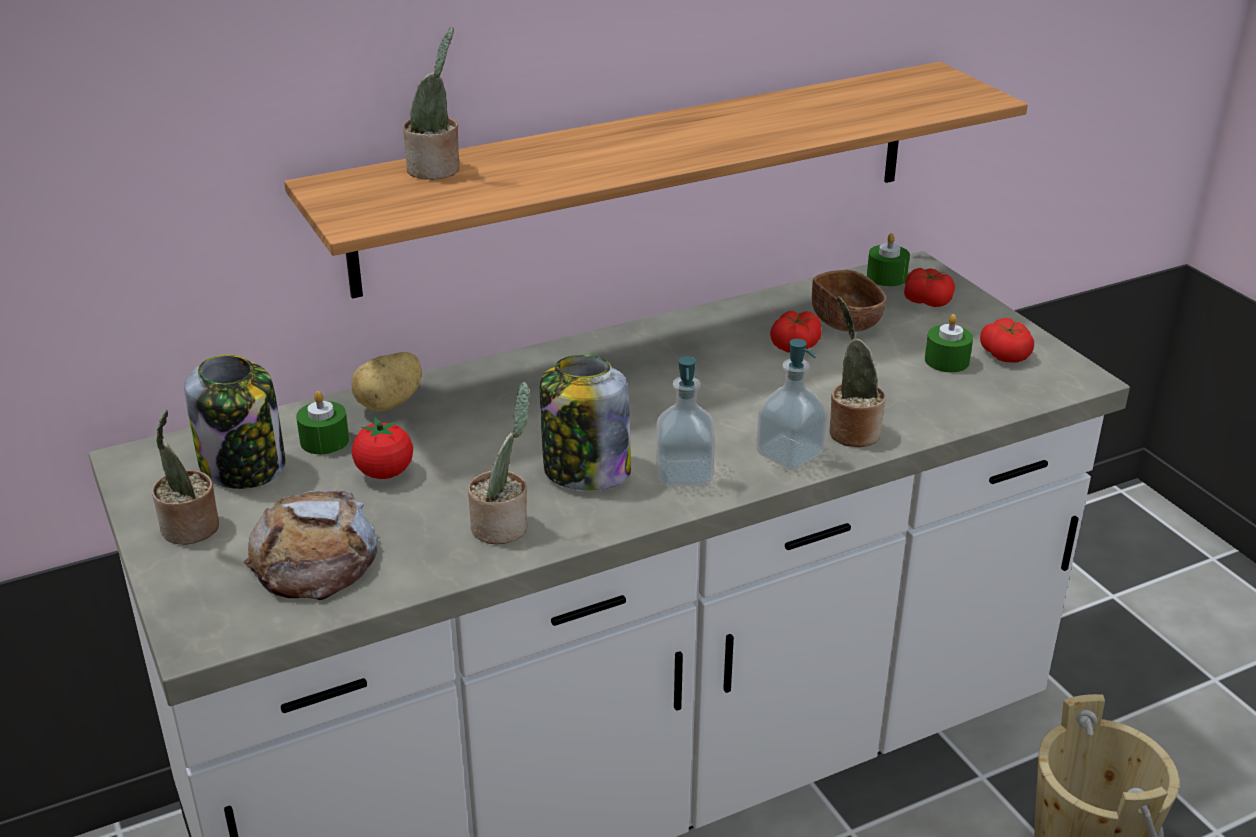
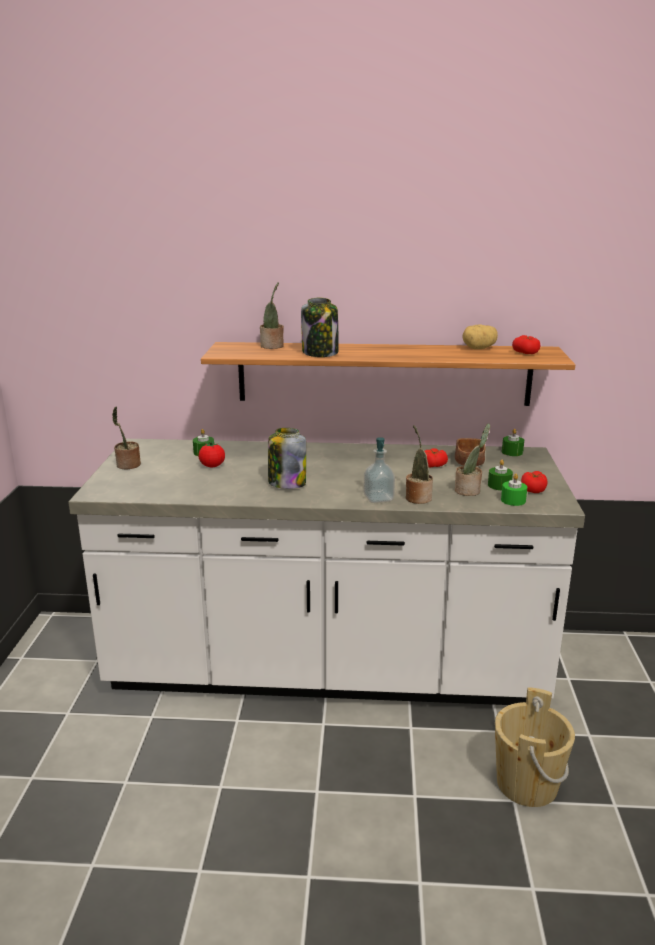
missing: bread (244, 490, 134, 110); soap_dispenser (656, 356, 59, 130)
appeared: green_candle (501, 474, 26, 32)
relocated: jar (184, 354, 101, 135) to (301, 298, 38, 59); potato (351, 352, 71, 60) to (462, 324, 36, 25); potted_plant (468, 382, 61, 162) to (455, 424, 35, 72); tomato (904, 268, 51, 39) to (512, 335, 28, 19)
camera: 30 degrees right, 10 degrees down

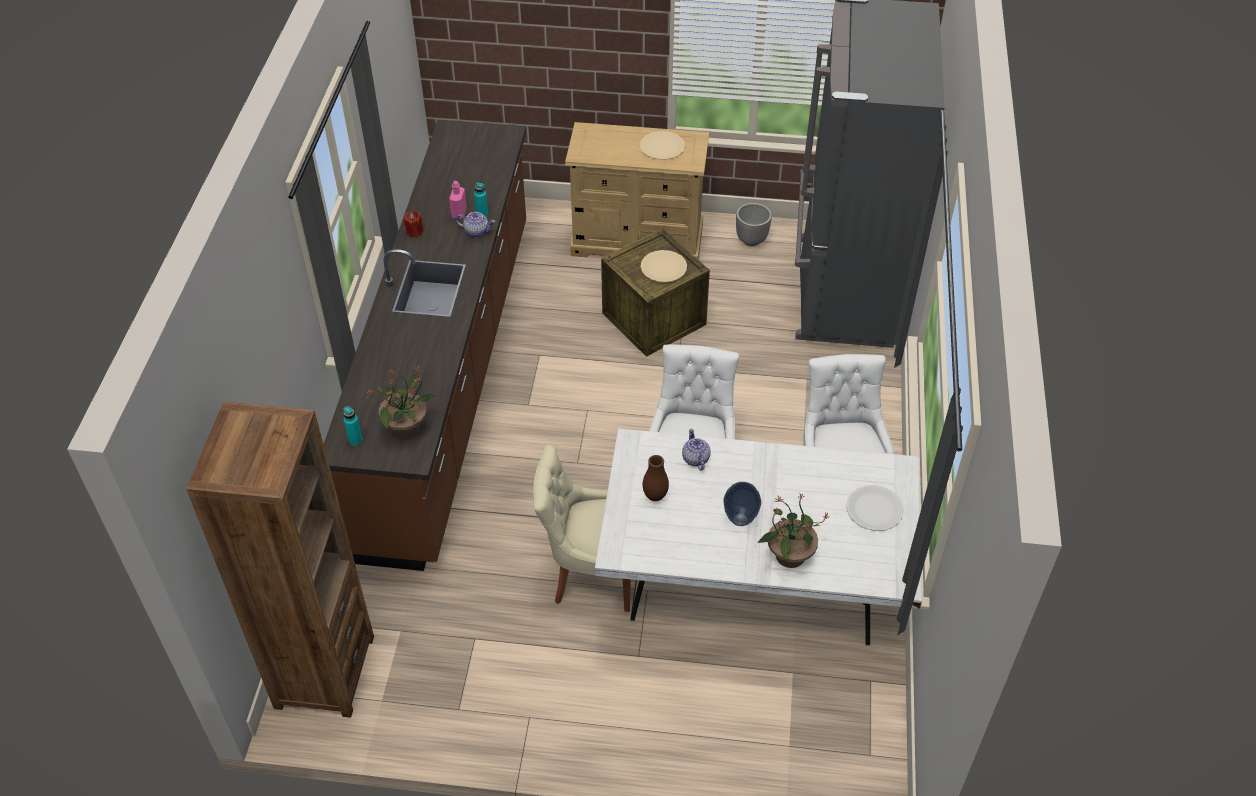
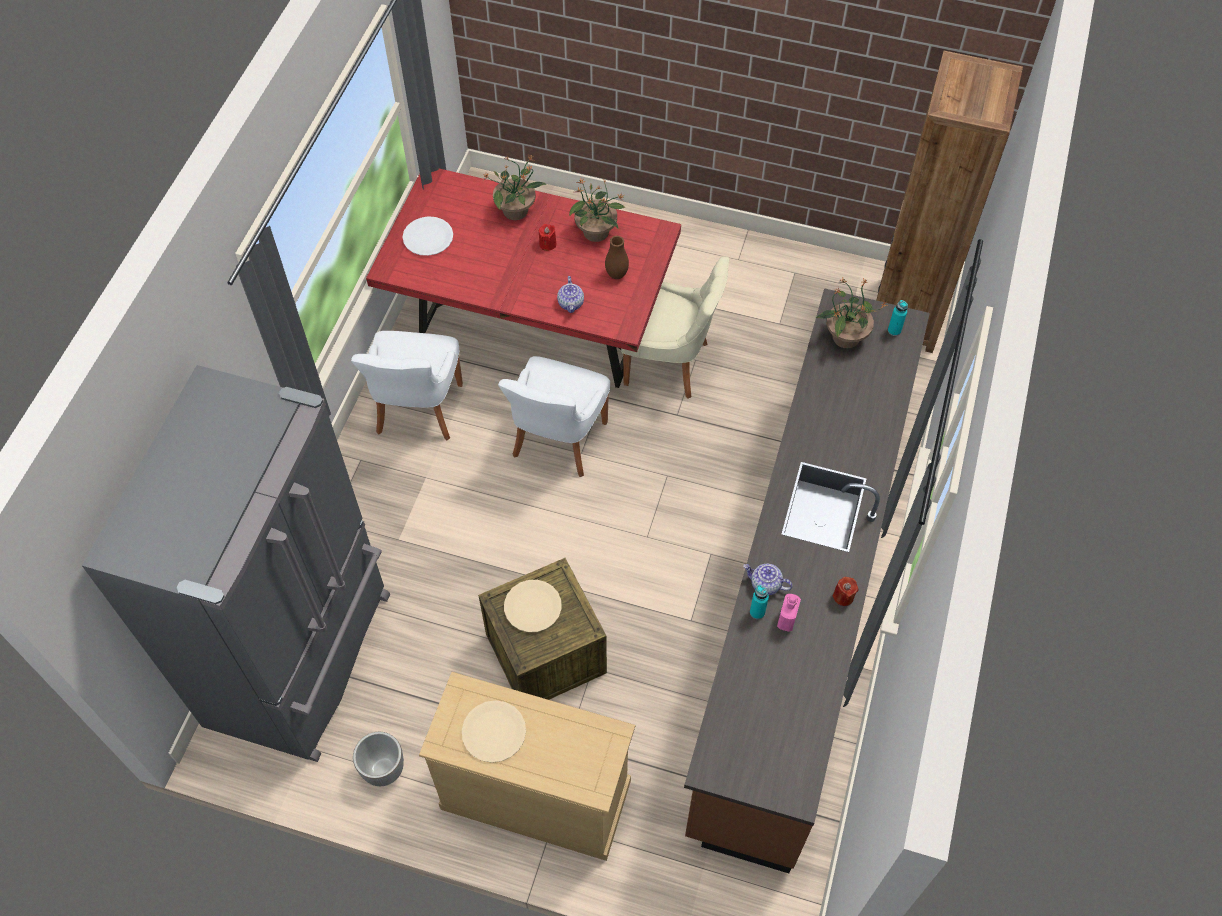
appeared: potted_plant (569, 179, 56, 63)
exchanged: vase (723, 482, 38, 44) to red_candle (539, 224, 17, 27)
colour: white_dining_table (595, 428, 327, 217) to red_dining_table (366, 169, 315, 219)
camera: 170 degrees left, 10 degrees up

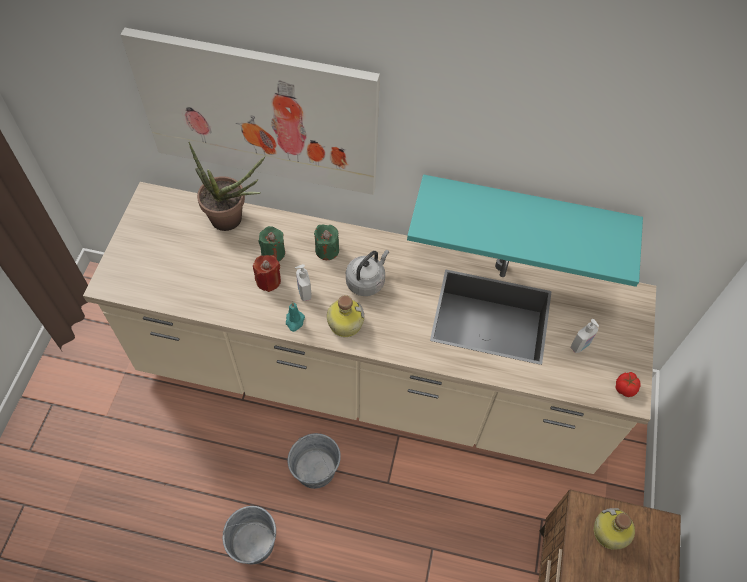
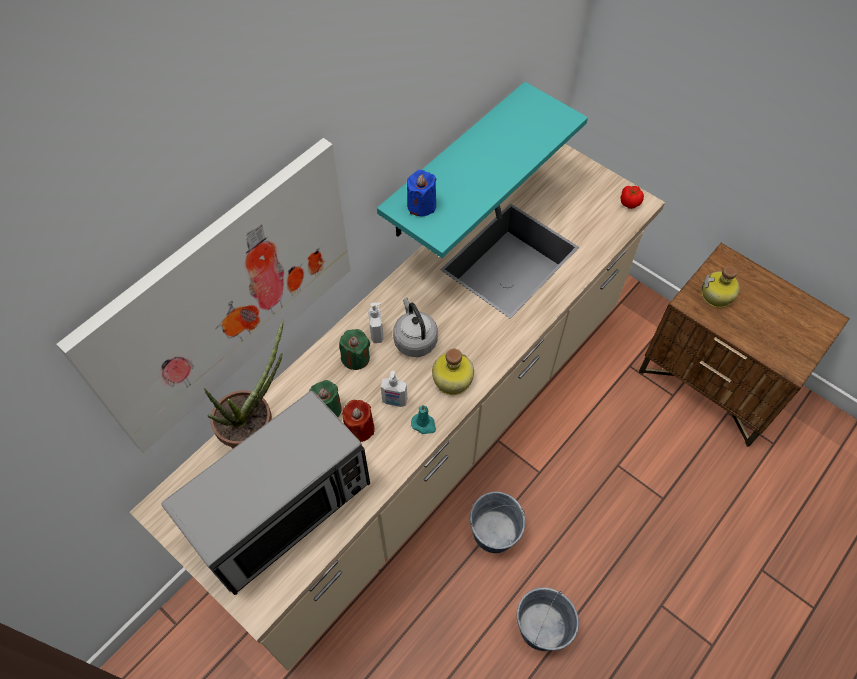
appeared: microwave (161, 391, 209, 204); blue_candle (407, 170, 29, 46)
relocated: soap_dispenser (570, 319, 29, 34) to (368, 303, 16, 40)
camera: 60 degrees left, 0 degrees up

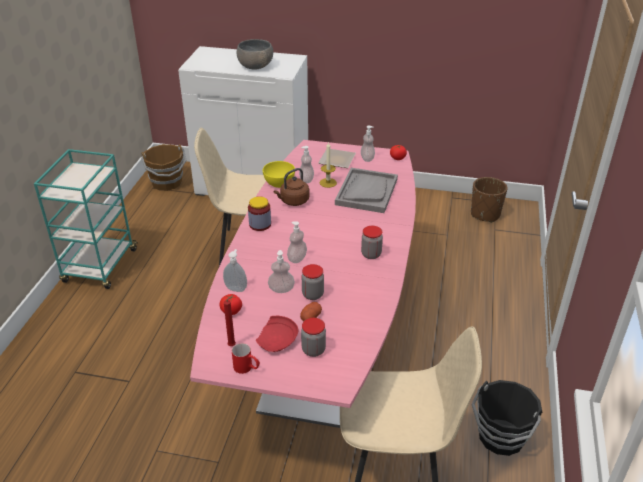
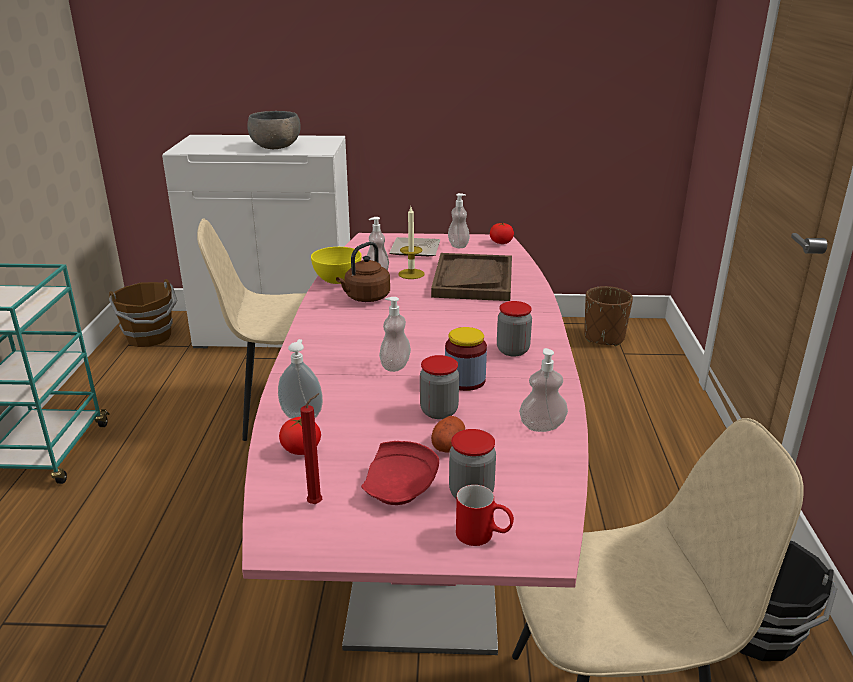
relocated: red_mug (232, 343, 28, 31) to (456, 485, 58, 61); jar (248, 196, 23, 35) to (445, 327, 42, 64); soap_dispenser (268, 250, 27, 43) to (519, 348, 49, 84)
colour: grey_tray (335, 168, 63, 45) to brown_tray (431, 253, 81, 48)
camera: 10 degrees left, 10 degrees down

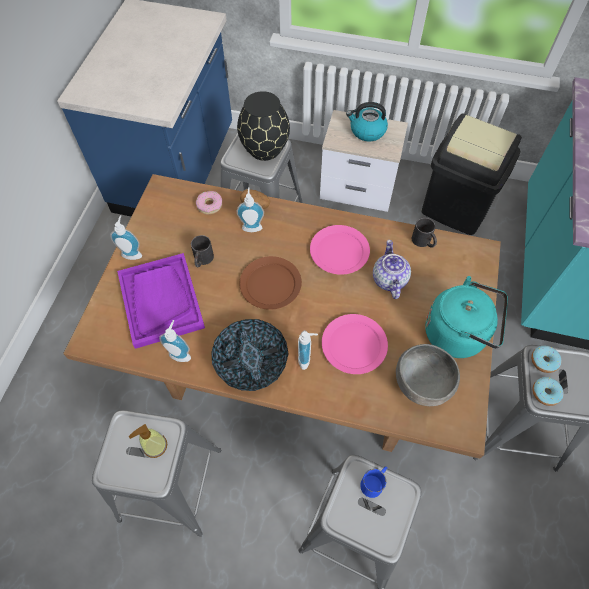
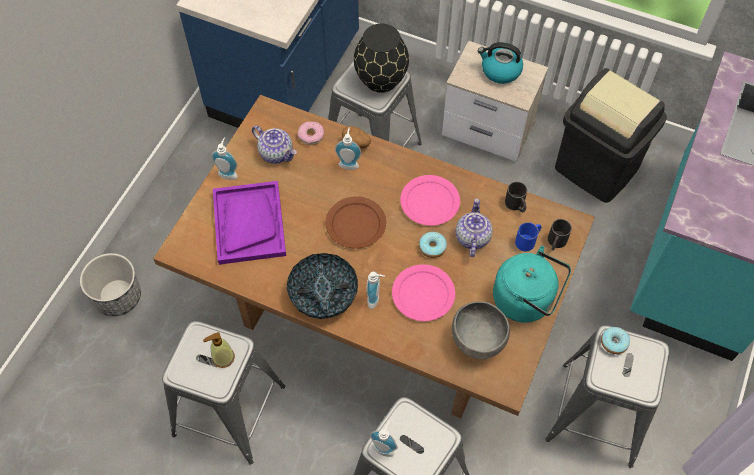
appeared: planter (80, 253, 61, 63); teapot (252, 125, 45, 39)
relocated: soap_dispenser (159, 320, 32, 42) to (370, 421, 28, 36); black_mug (191, 235, 23, 32) to (548, 219, 24, 31); blue_mug (360, 466, 27, 32) to (515, 222, 26, 29); donut (532, 377, 32, 29) to (419, 232, 28, 26)
camera: 10 degrees right, 0 degrees up

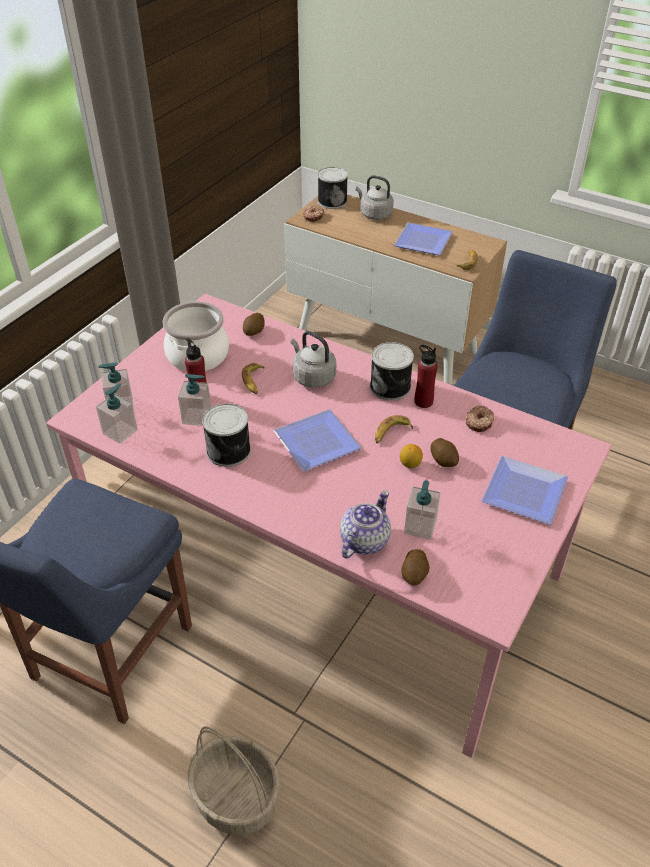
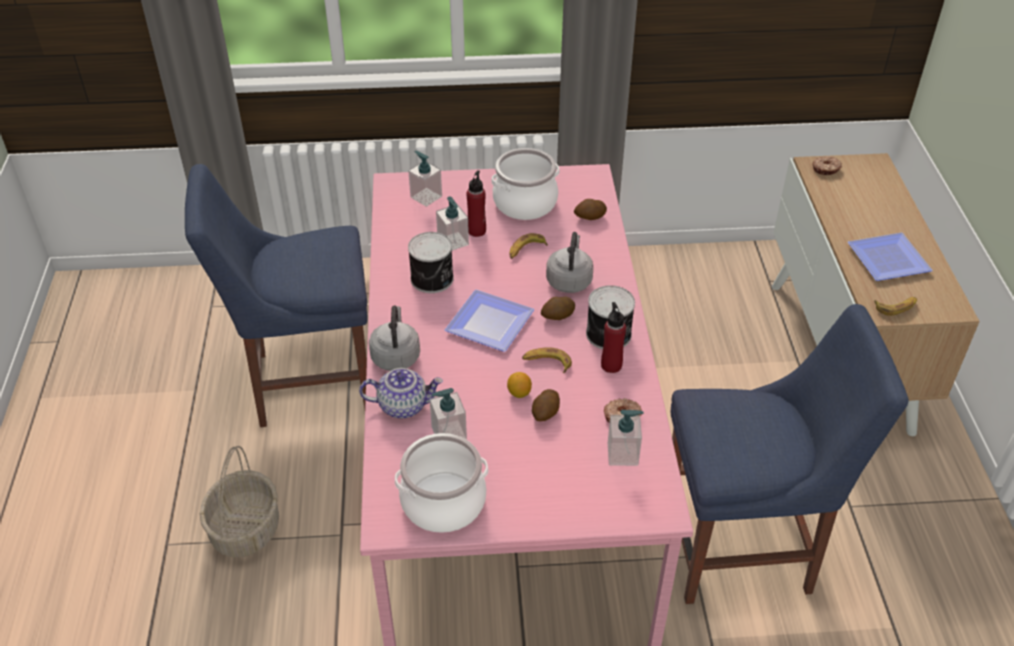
missing: can (318, 167, 30, 42); plate (482, 456, 86, 68)
appeared: cooking_pot (395, 433, 93, 100)
relocated: soap_dispenser (96, 384, 42, 60) to (608, 410, 36, 56); grey_kettle (356, 175, 38, 45) to (369, 305, 51, 66); potato (401, 549, 29, 37) to (541, 297, 34, 23)
camera: 55 degrees right, 0 degrees up

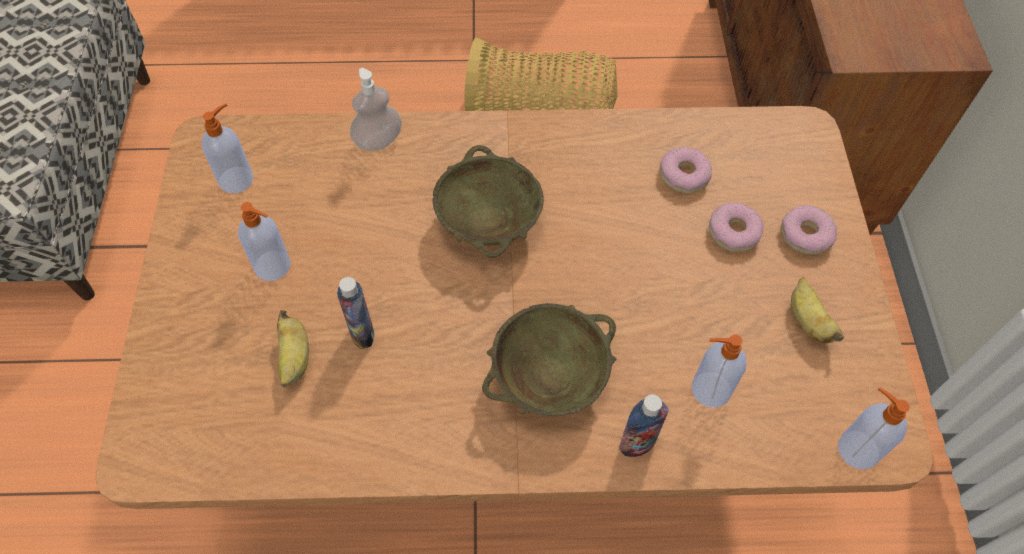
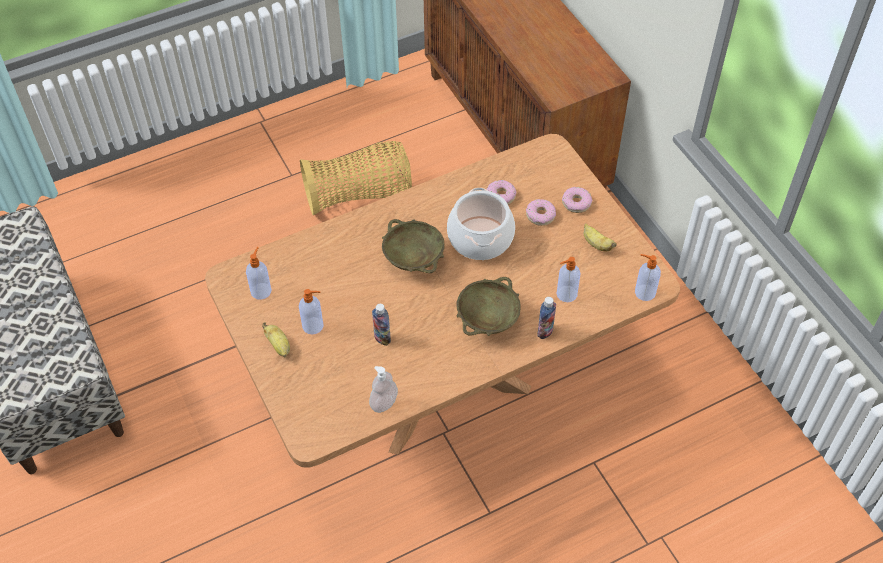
appeared: cooking_pot (447, 188, 68, 72)
relocated: banana (277, 310, 32, 77) to (262, 322, 28, 35); soap_dispenser (350, 68, 52, 83) to (369, 366, 29, 47)
camera: 25 degrees left, 5 degrees down

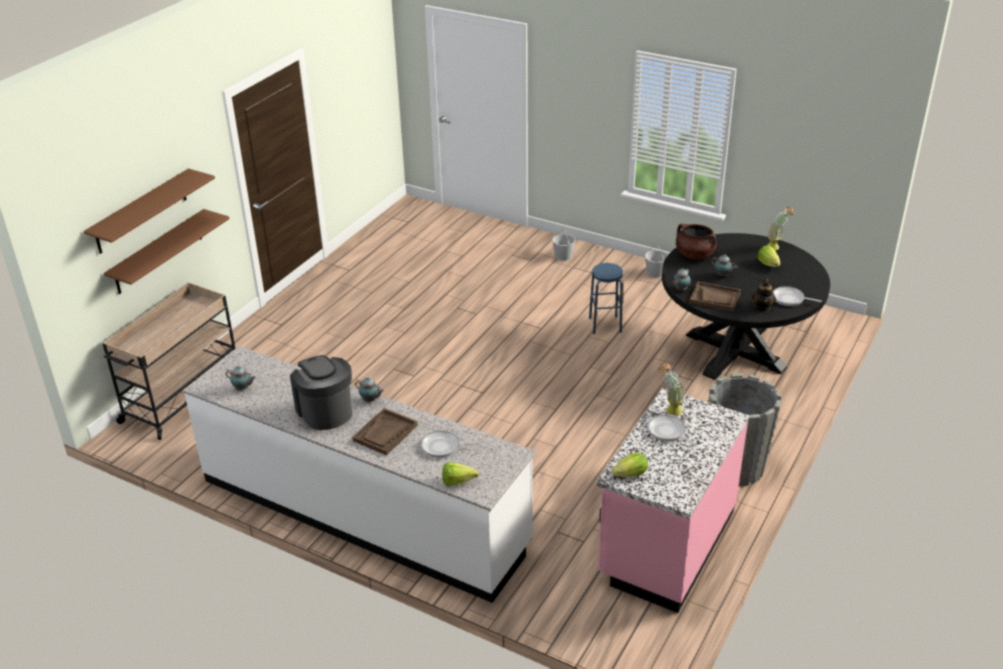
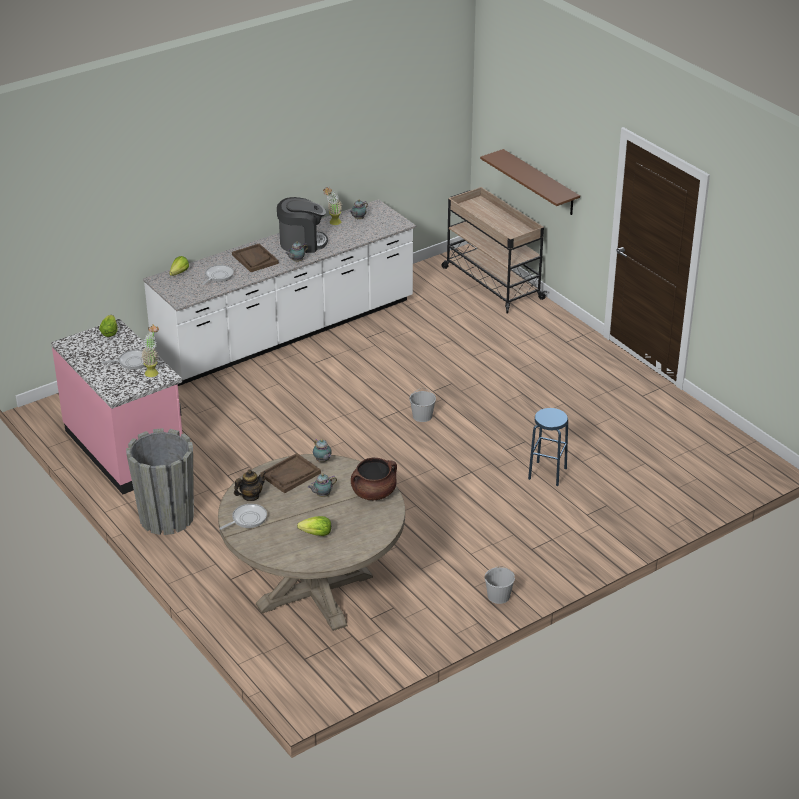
missing: brown_shelf (83, 168, 132, 86)
relocated: white_bucket (552, 229, 23, 32) to (410, 388, 26, 34); blue_stool (589, 263, 34, 71) to (528, 408, 40, 78); potted_plant (766, 207, 28, 43) to (323, 187, 19, 38)
colour: black_dining_table (662, 233, 168, 147) to beige_dining_table (218, 454, 187, 177)
spun: teapot (752, 279, 24, 33) = (234, 469, 32, 32) 105 degrees clockwise
camera: 115 degrees right, 0 degrees up

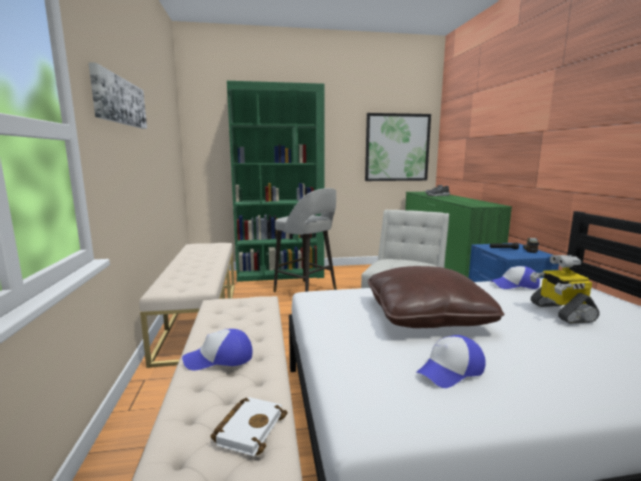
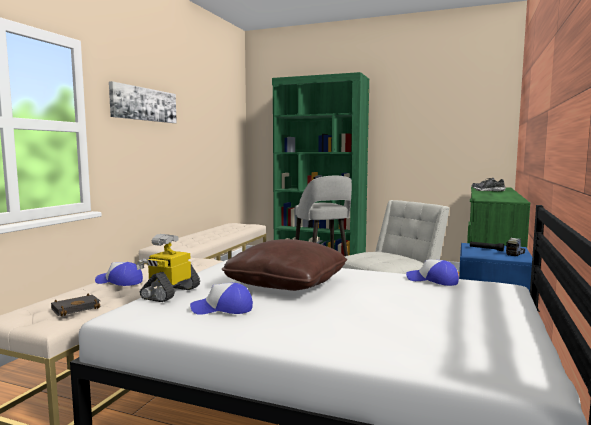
missing: picture (365, 113, 66, 68)
relocated: toy_robot (530, 255, 69, 69) to (136, 234, 64, 68)
colour: white_book (211, 397, 77, 59) to black_book (51, 294, 50, 22)
camera: 30 degrees right, 5 degrees down

